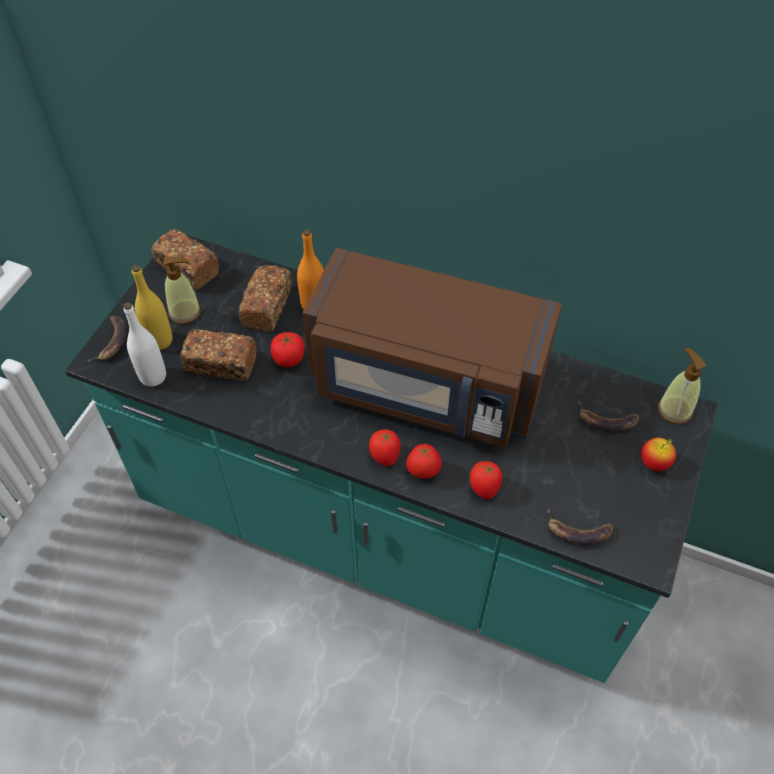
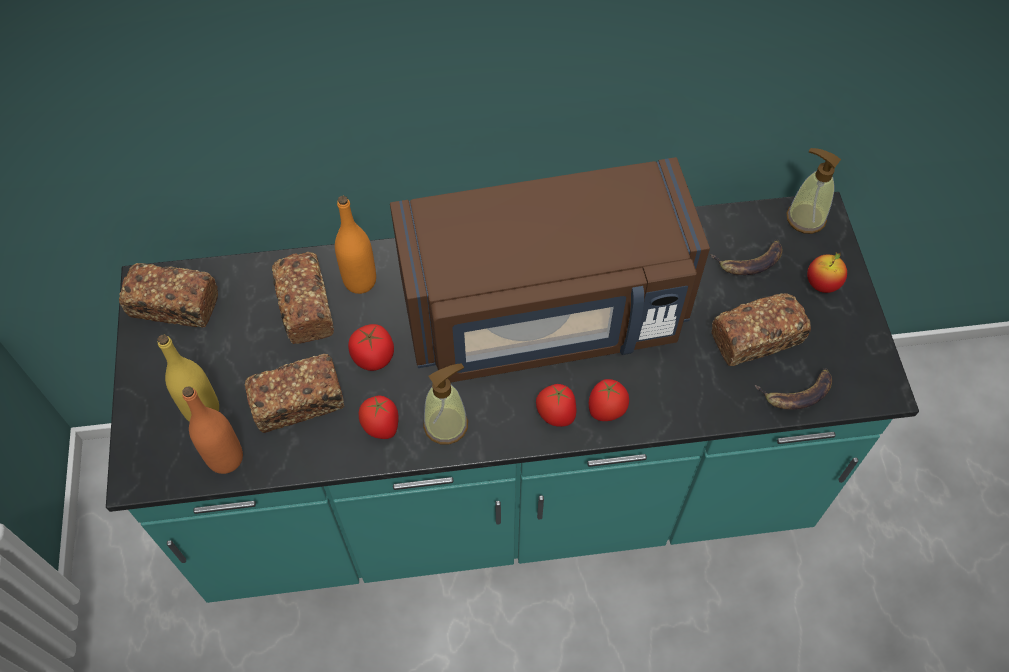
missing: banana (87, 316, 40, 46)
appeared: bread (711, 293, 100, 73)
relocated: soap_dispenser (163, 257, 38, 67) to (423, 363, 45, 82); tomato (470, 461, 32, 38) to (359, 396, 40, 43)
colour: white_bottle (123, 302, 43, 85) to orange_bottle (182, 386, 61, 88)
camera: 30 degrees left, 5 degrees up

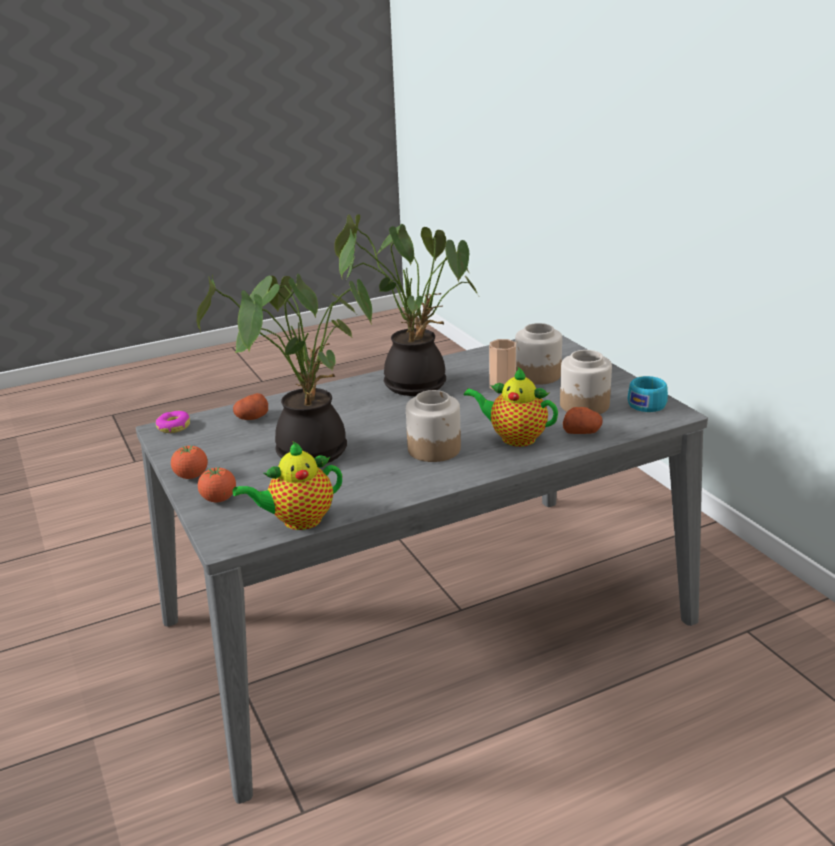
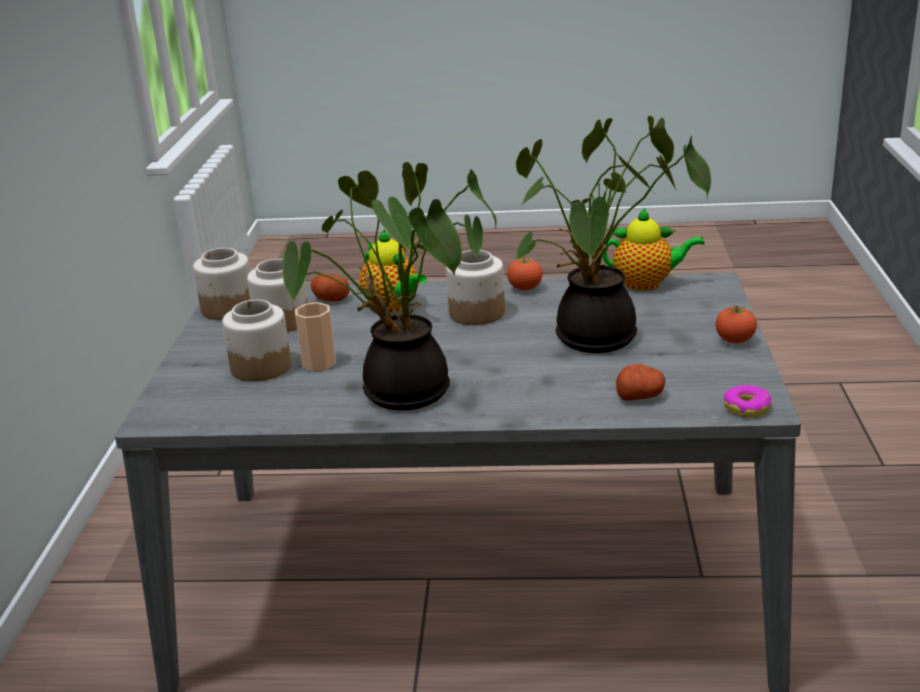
relocated: tomato (198, 467, 38, 35) to (507, 257, 36, 33)
exchanged: turquoise_cup (628, 376, 40, 36) to jar (193, 248, 57, 72)
camera: 150 degrees left, 0 degrees up

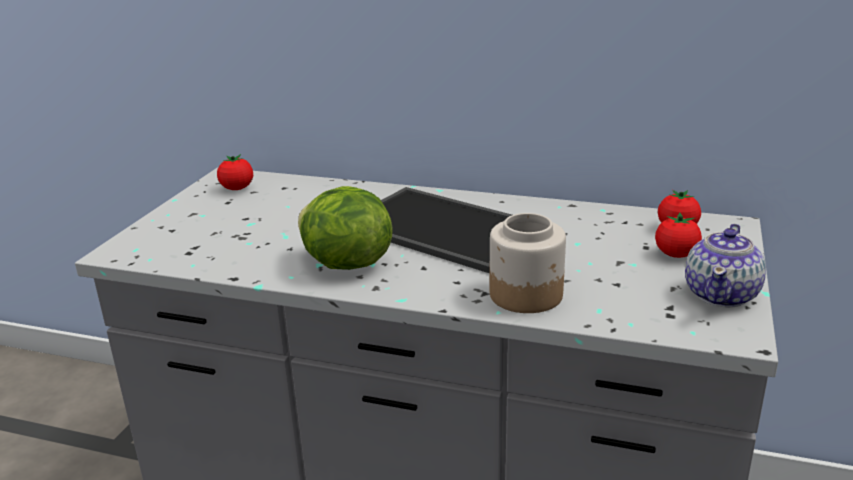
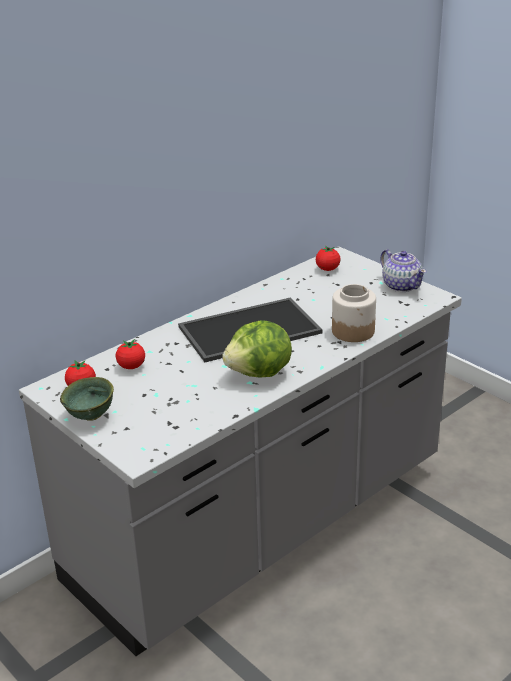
appeared: green_bowl (60, 377, 54, 44)
relocated: tomato (655, 213, 47, 45) to (116, 339, 29, 30)
camera: 60 degrees left, 5 degrees up

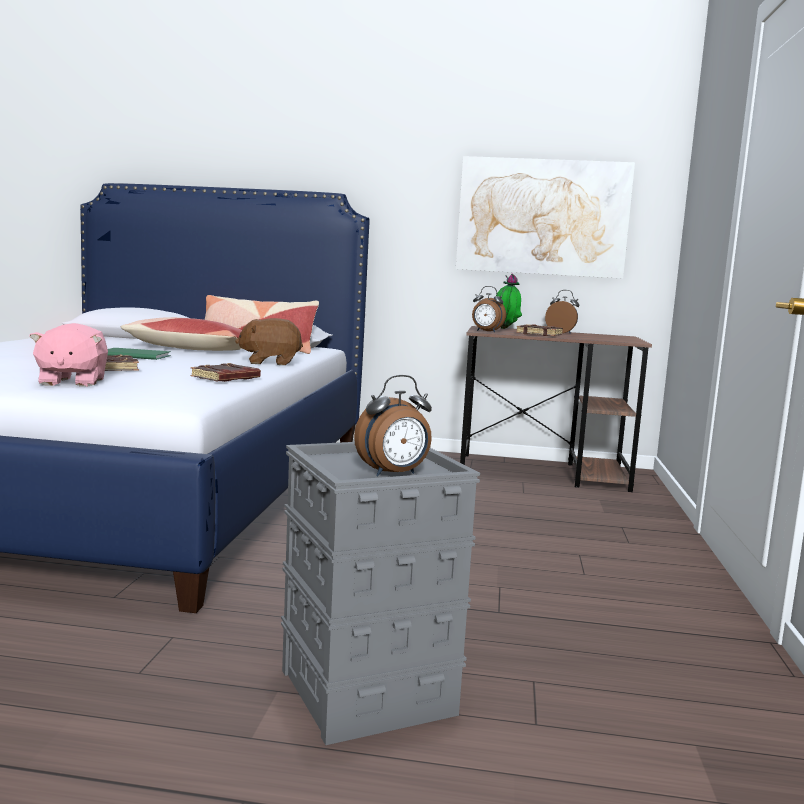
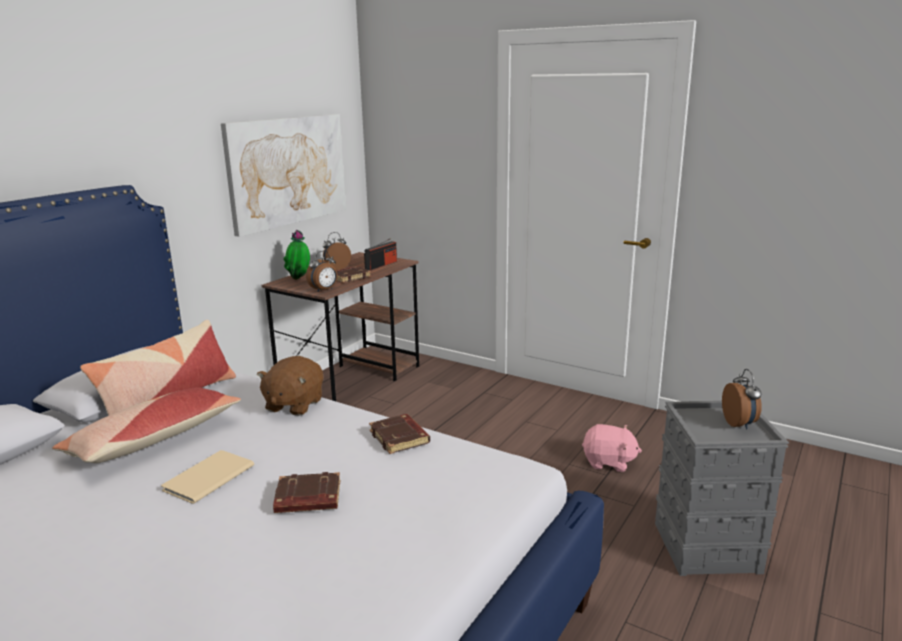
appeared: radio (364, 238, 33, 32)
relocated: pink_plush_toy (29, 323, 79, 64) to (582, 424, 60, 48)
colour: green_book (107, 348, 64, 12) to beige_book (161, 450, 93, 54)
camera: 65 degrees left, 10 degrees up

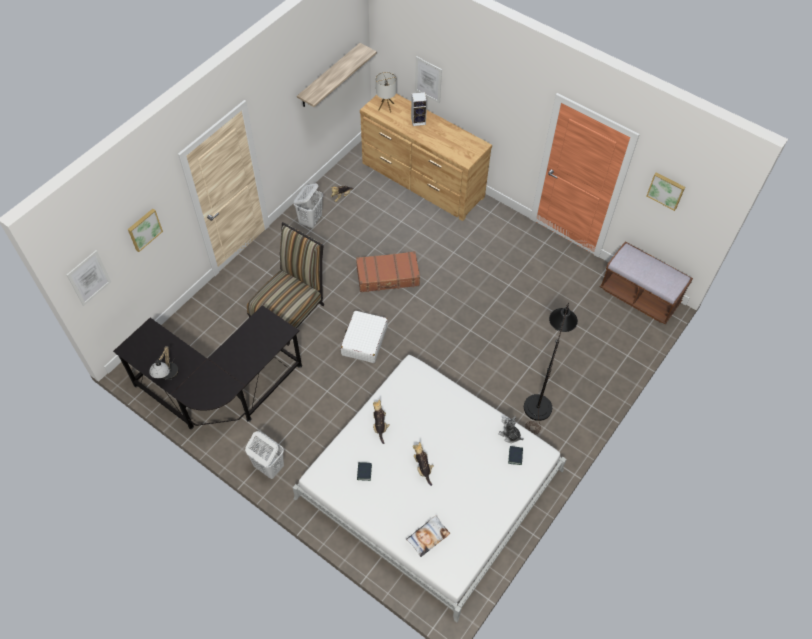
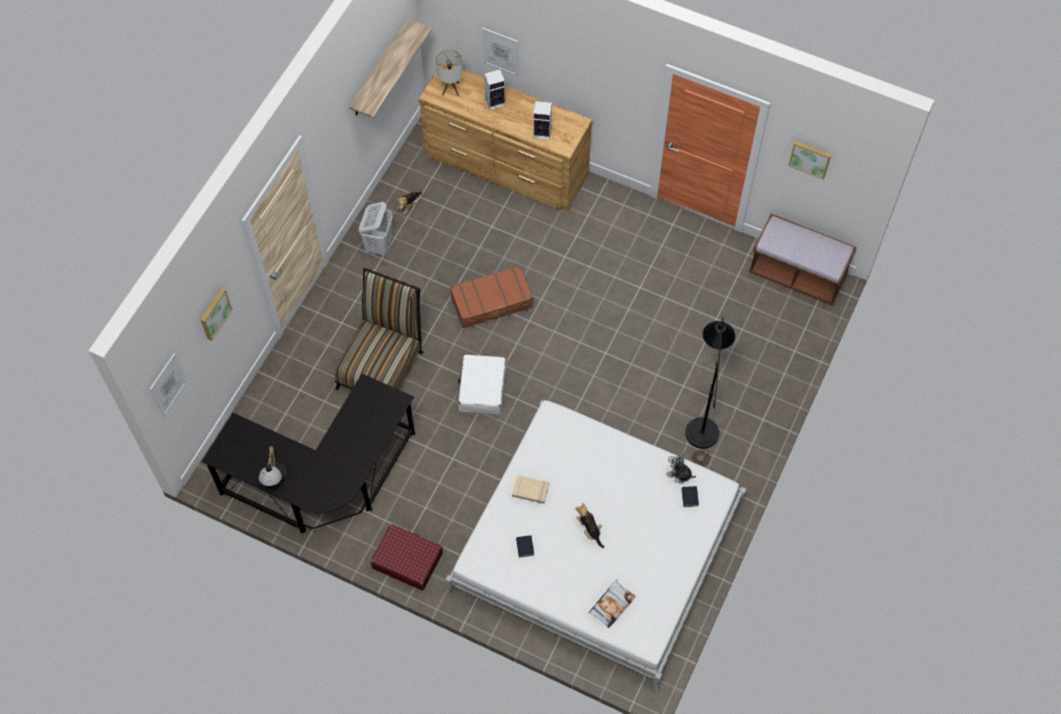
appeared: speaker (533, 101, 19, 39)
exchanged: white_laundry_basket (245, 431, 39, 48) to red_suitcase (370, 524, 73, 66); plush_toy (373, 400, 17, 44) to beige_book (512, 475, 37, 29)
camera: 10 degrees left, 5 degrees up

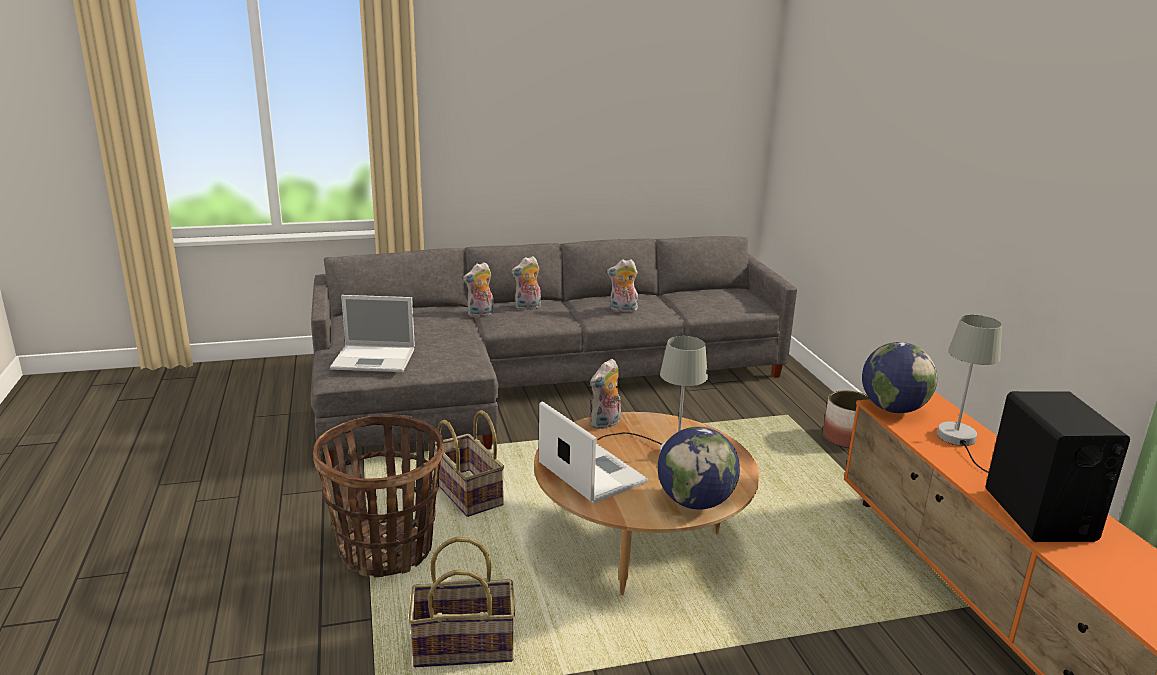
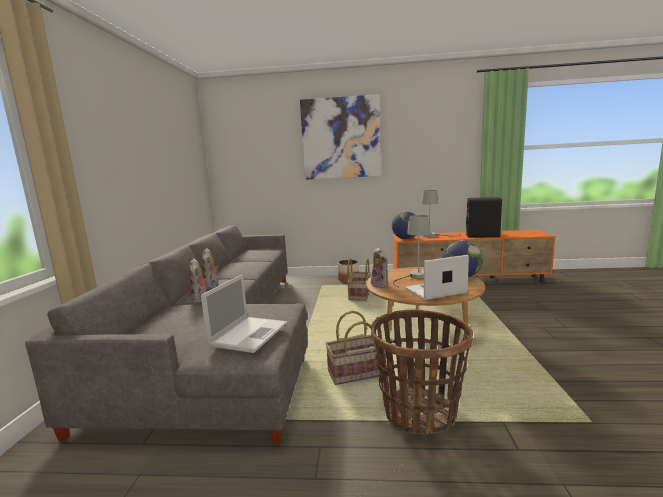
missing: plush_toy (607, 259, 31, 53)
appeared: picture (300, 94, 81, 86)
relocated: basket (409, 537, 106, 130) to (347, 258, 24, 43)
camera: 70 degrees left, 10 degrees down

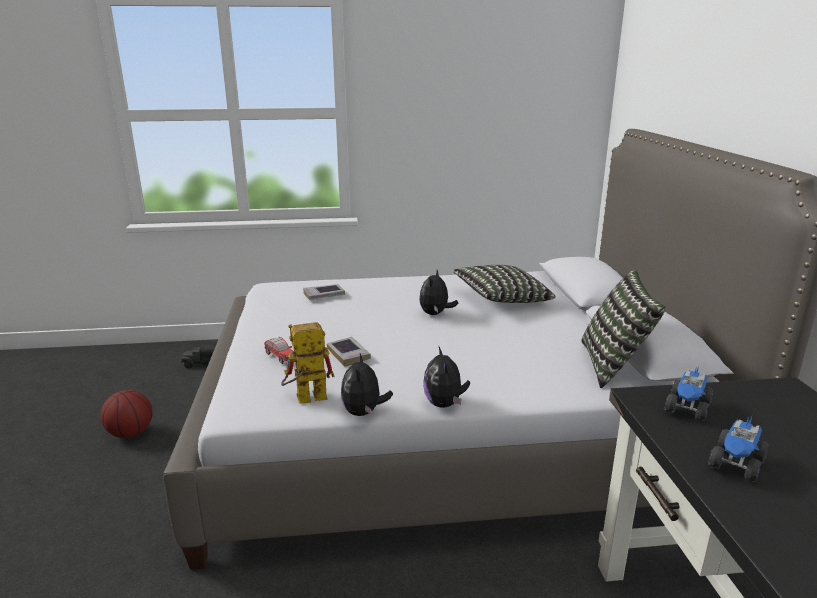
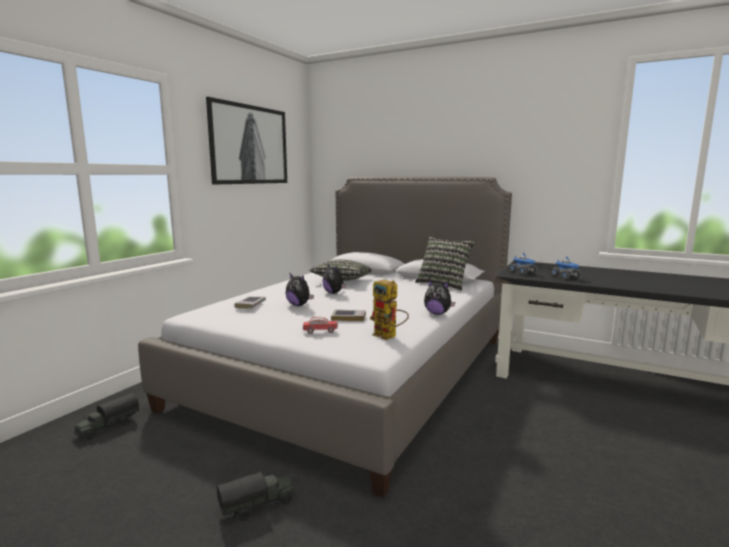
missing: basketball (100, 390, 53, 48)
appeared: picture (206, 97, 81, 88); toy_truck (216, 472, 80, 49)
relocated: plush_toy (341, 353, 52, 63) to (285, 273, 29, 33)
spun: toy_robot (281, 322, 54, 82) = (370, 280, 39, 60) 60 degrees counterclockwise
camera: 55 degrees left, 10 degrees down

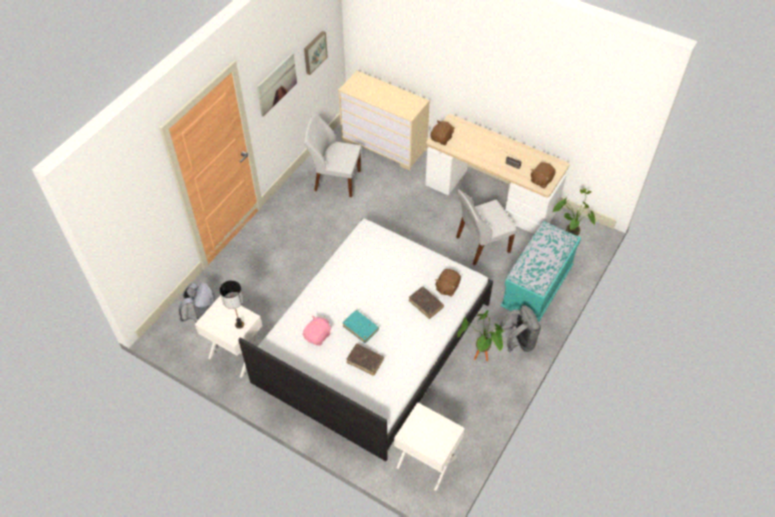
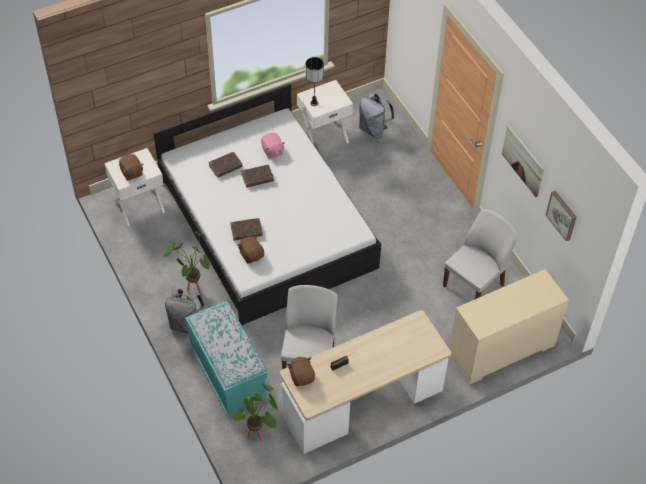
relocated: brown_plush_toy (431, 120, 24, 25) to (119, 154, 24, 27)
colour: turquoise_book (343, 310, 36, 33) to brown_book (241, 165, 33, 22)
camera: 120 degrees right, 0 degrees up

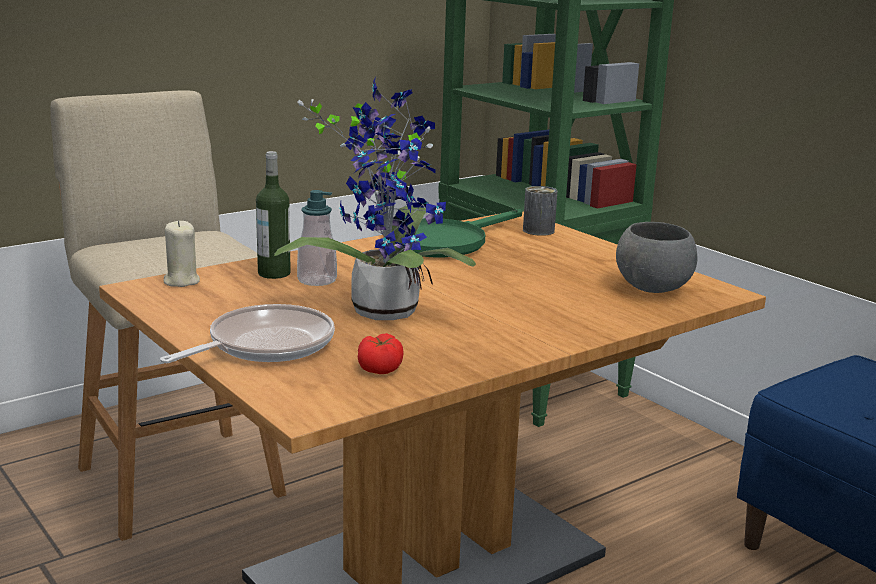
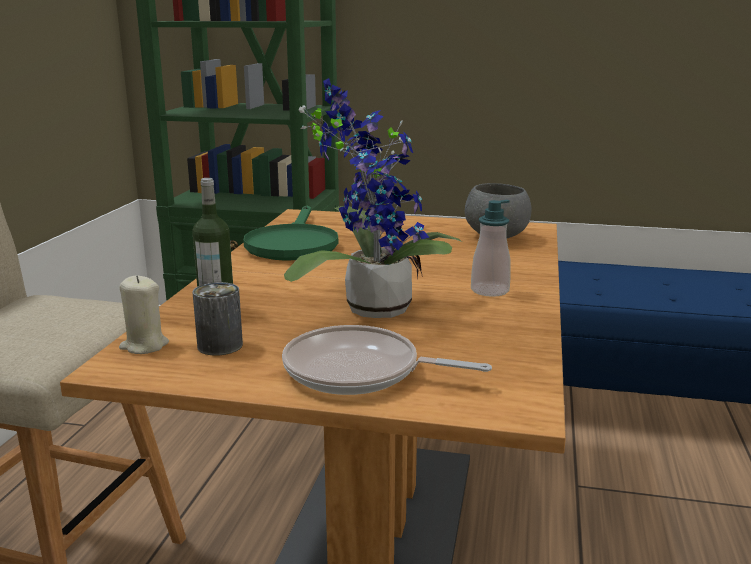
missing: tomato (358, 333, 46, 41)
relocated: soap_dispenser (297, 190, 40, 96) to (471, 200, 40, 97); can (523, 186, 35, 50) to (192, 282, 51, 74)
spun: frying_pan (160, 304, 175, 59) = (282, 325, 210, 70) 75 degrees counterclockwise
camera: 40 degrees left, 0 degrees up

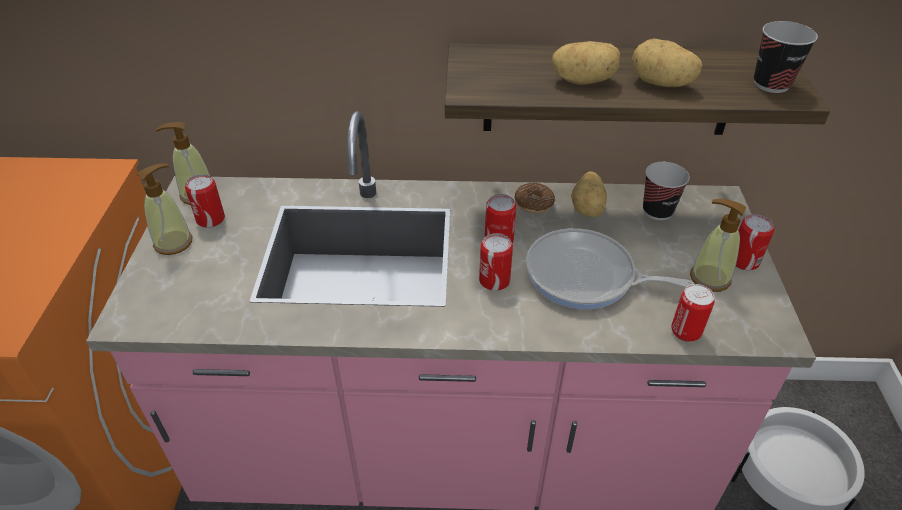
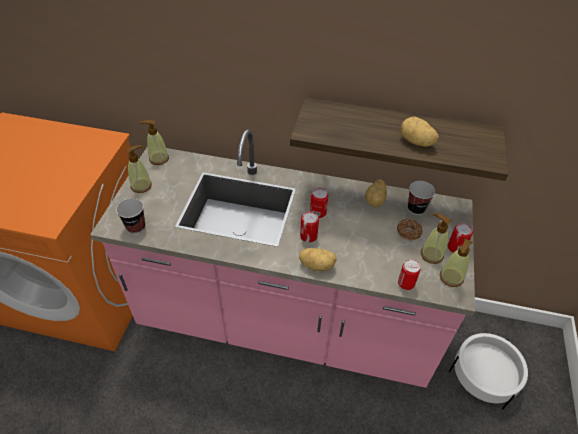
missing: can (185, 174, 40, 54); frying_pan (526, 228, 168, 81)
appeared: soap_dispenser (440, 239, 32, 48)
relocated: donut (514, 183, 41, 30) to (397, 219, 25, 22); potato (551, 41, 69, 44) to (299, 248, 37, 23); cup (754, 21, 64, 72) to (116, 198, 29, 36)
camera: 10 degrees right, 5 degrees up

